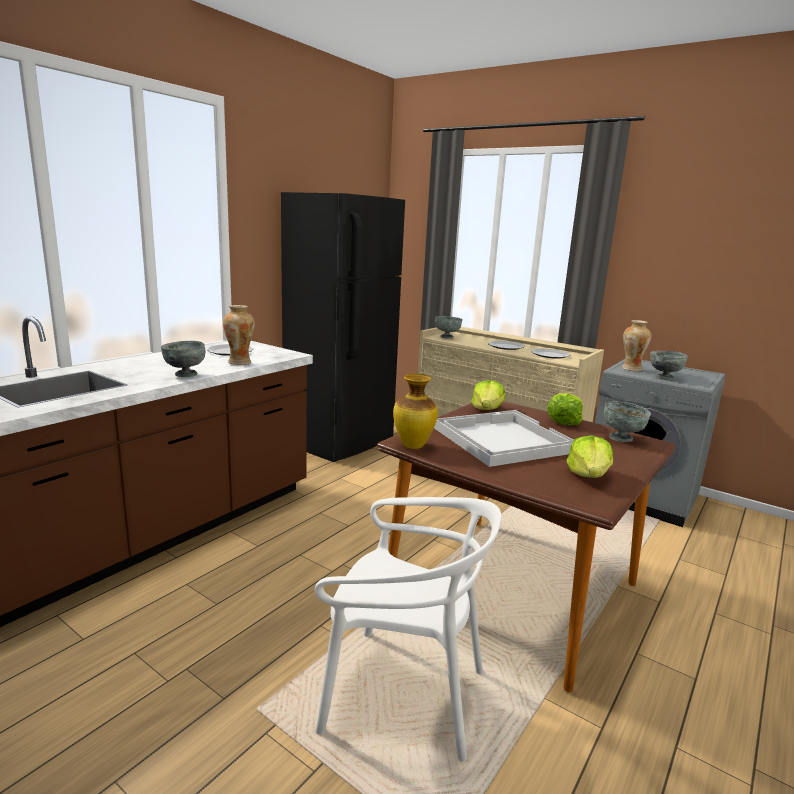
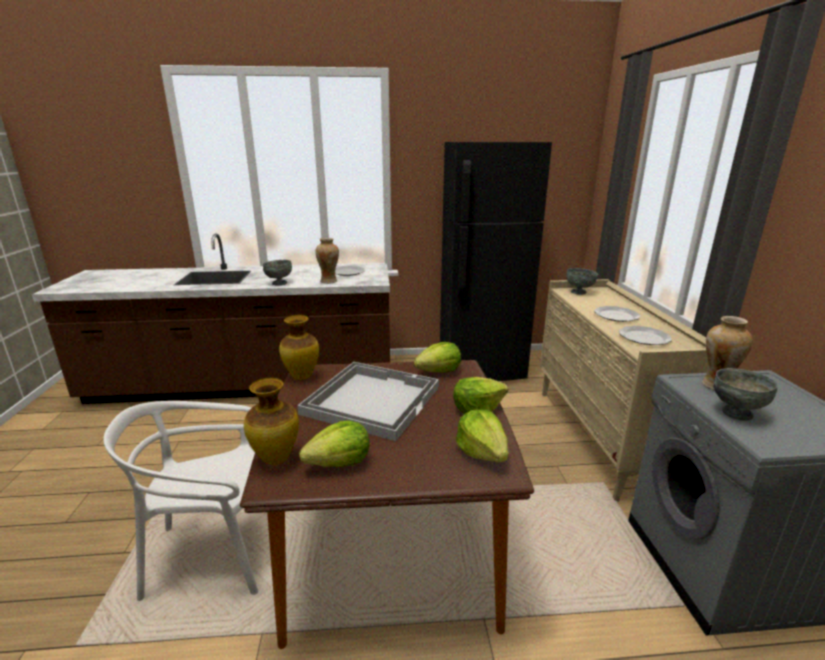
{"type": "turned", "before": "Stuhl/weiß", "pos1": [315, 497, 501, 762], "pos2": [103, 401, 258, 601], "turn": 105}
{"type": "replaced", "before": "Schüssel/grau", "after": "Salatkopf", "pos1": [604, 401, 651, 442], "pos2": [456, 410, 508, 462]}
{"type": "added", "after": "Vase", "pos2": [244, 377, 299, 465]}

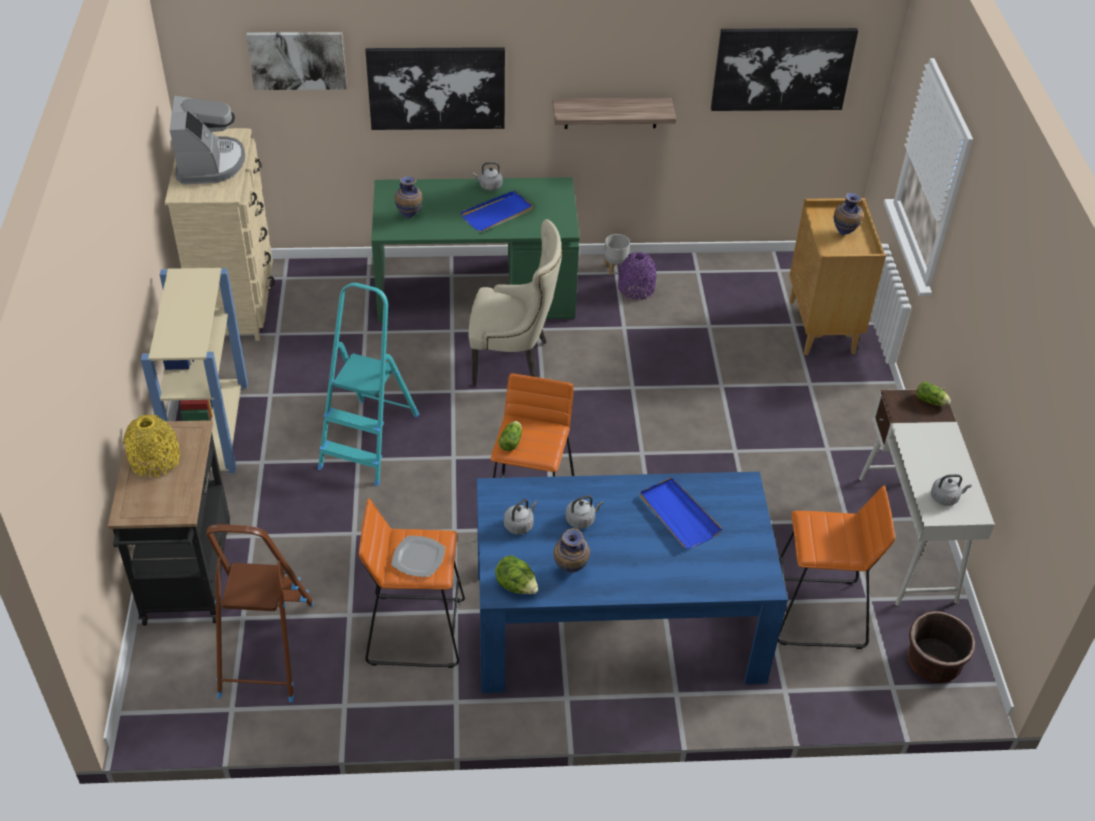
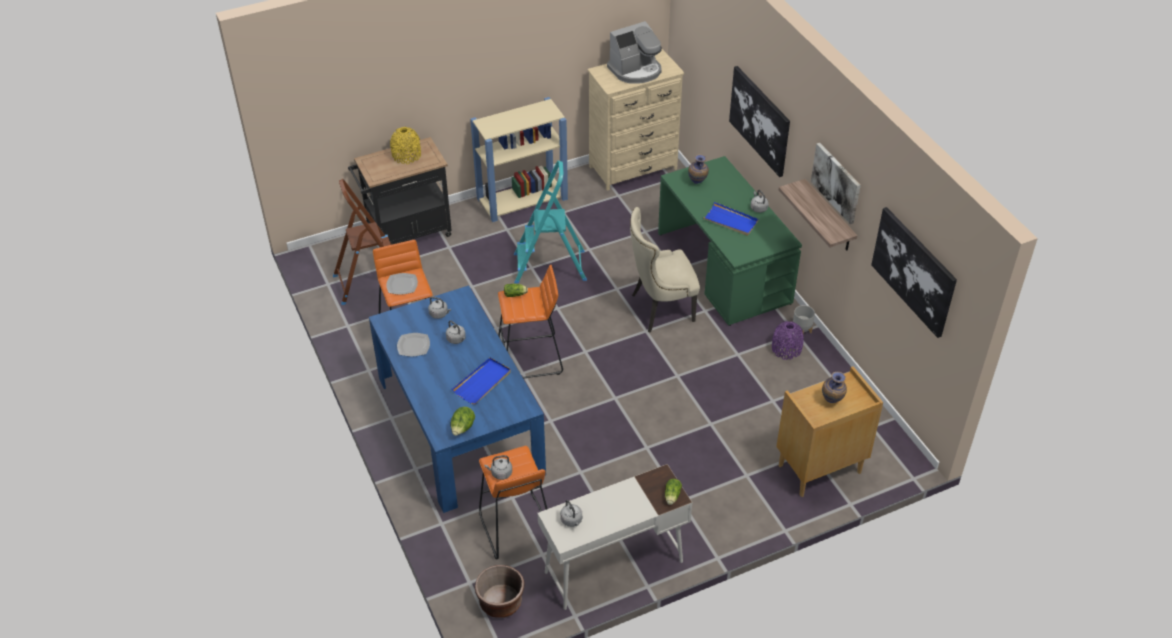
{"type": "moved", "before": "Bild", "pos1": [246, 32, 347, 90], "pos2": [811, 143, 861, 224]}
{"type": "turned", "before": "Stuhl/beige", "pos1": [469, 219, 562, 386], "pos2": [630, 207, 700, 332], "turn": 90}
{"type": "moved", "before": "Salatkopf", "pos1": [495, 555, 538, 594], "pos2": [451, 407, 475, 436]}
{"type": "replaced", "before": "Vase", "after": "Teller", "pos1": [554, 528, 590, 573], "pos2": [397, 333, 430, 357]}
{"type": "added", "after": "Wasserkessel/grau", "pos2": [484, 455, 512, 480]}

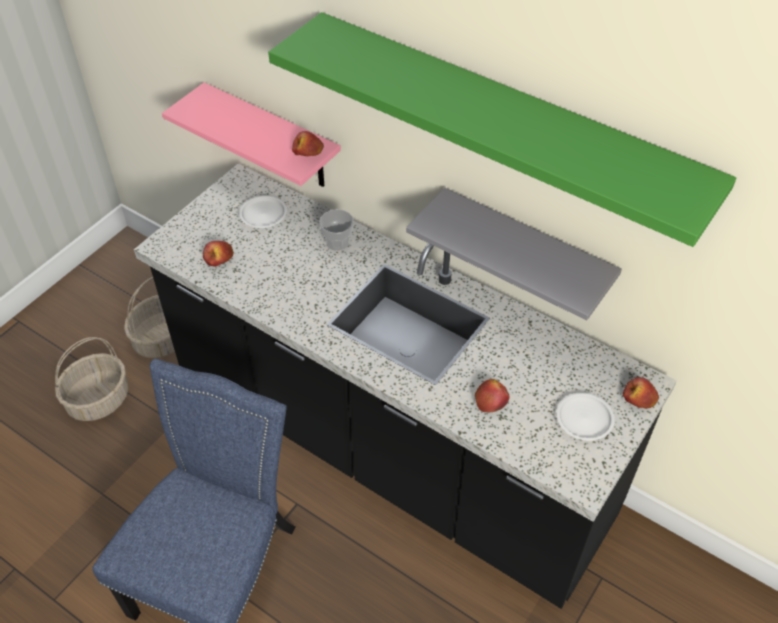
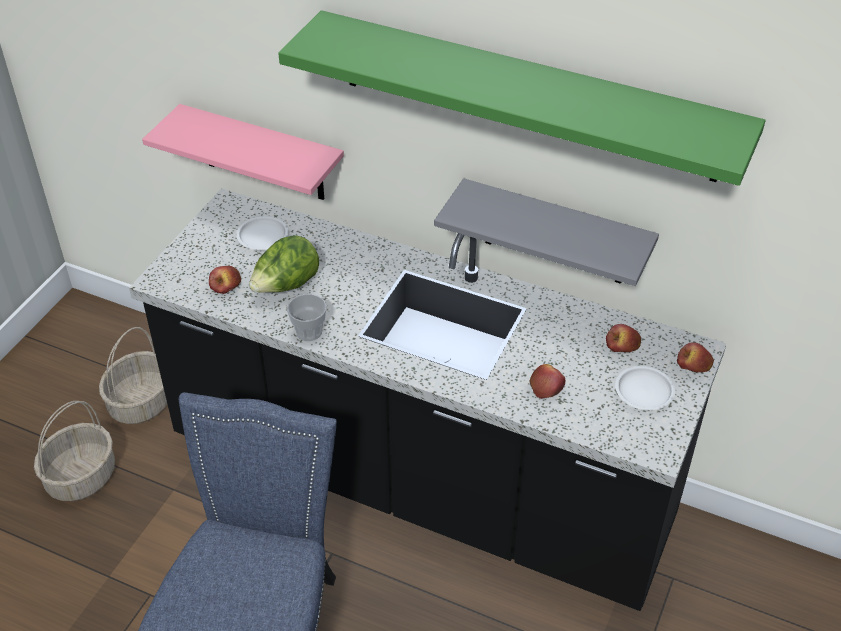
{"type": "moved", "before": "Apfel", "pos1": [292, 131, 324, 156], "pos2": [606, 324, 641, 352]}
{"type": "moved", "before": "Tasse", "pos1": [319, 209, 354, 251], "pos2": [287, 294, 327, 341]}
{"type": "added", "after": "Salatkopf", "pos2": [249, 235, 319, 293]}

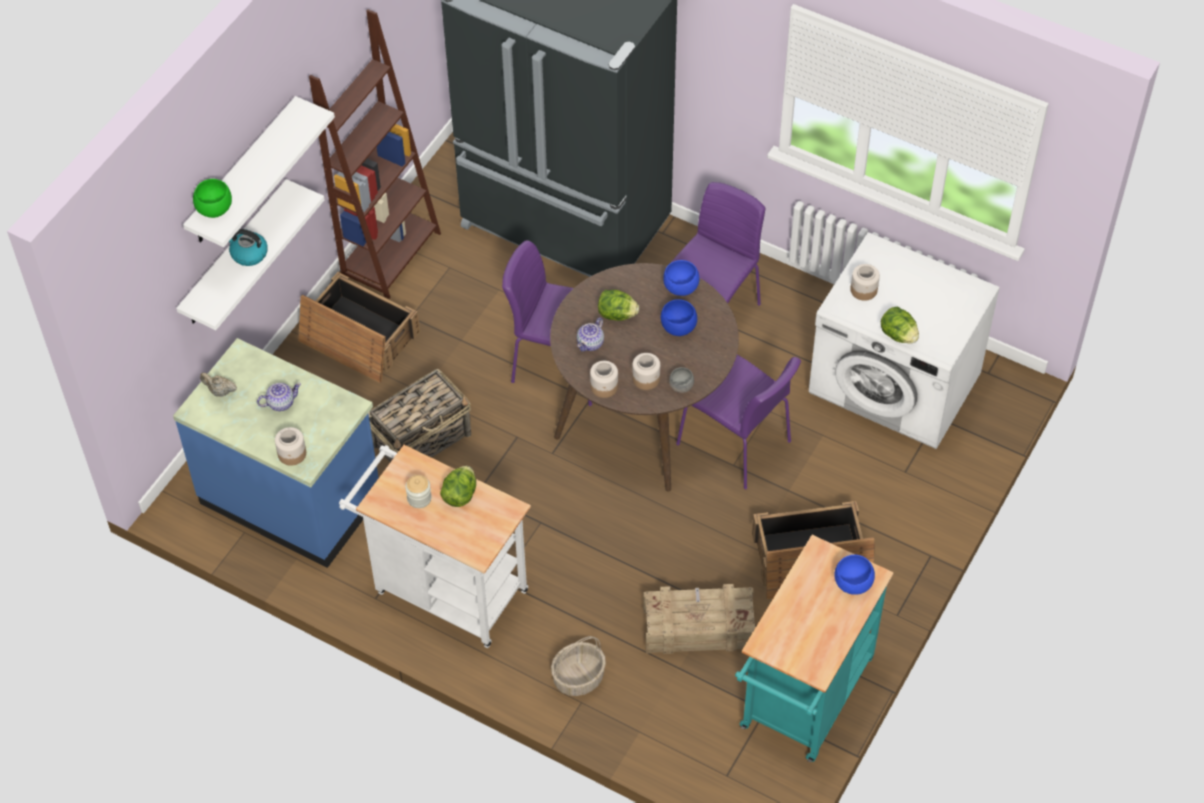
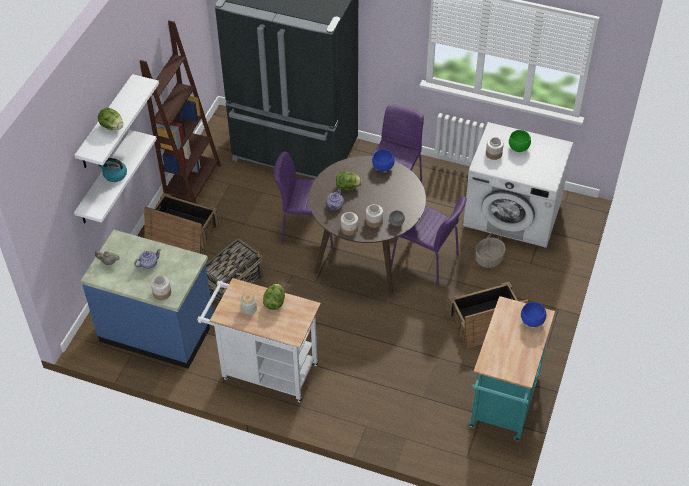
{"type": "moved", "before": "Schüssel/grün", "pos1": [193, 179, 232, 218], "pos2": [509, 130, 531, 152]}
{"type": "moved", "before": "Korb", "pos1": [551, 636, 606, 696], "pos2": [475, 229, 506, 268]}
{"type": "removed", "before": "Kiste", "pos1": [643, 584, 755, 654]}
{"type": "removed", "before": "Schüssel/blau", "pos1": [661, 299, 697, 336]}
{"type": "moved", "before": "Salatkopf", "pos1": [881, 307, 919, 344], "pos2": [98, 107, 123, 130]}

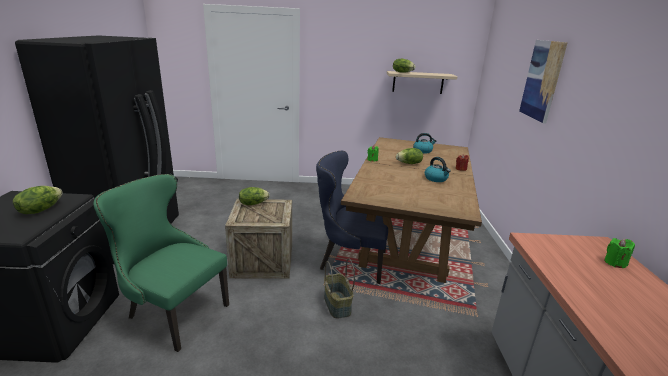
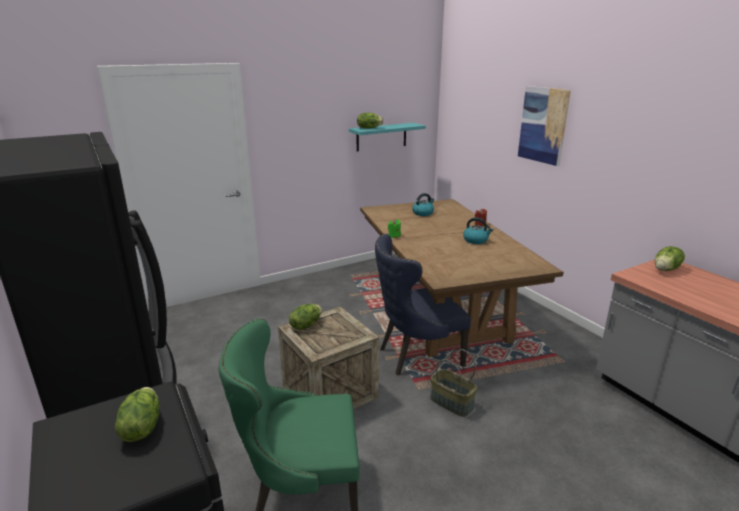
{"type": "recoloured", "before": "Wandregal/beige", "after": "Wandregal/türkis", "pos1": [387, 71, 457, 94], "pos2": [349, 123, 426, 151]}
{"type": "moved", "before": "Salatkopf", "pos1": [396, 148, 423, 164], "pos2": [655, 246, 685, 271]}
{"type": "removed", "before": "Kerze/grün", "pos1": [604, 238, 635, 268]}

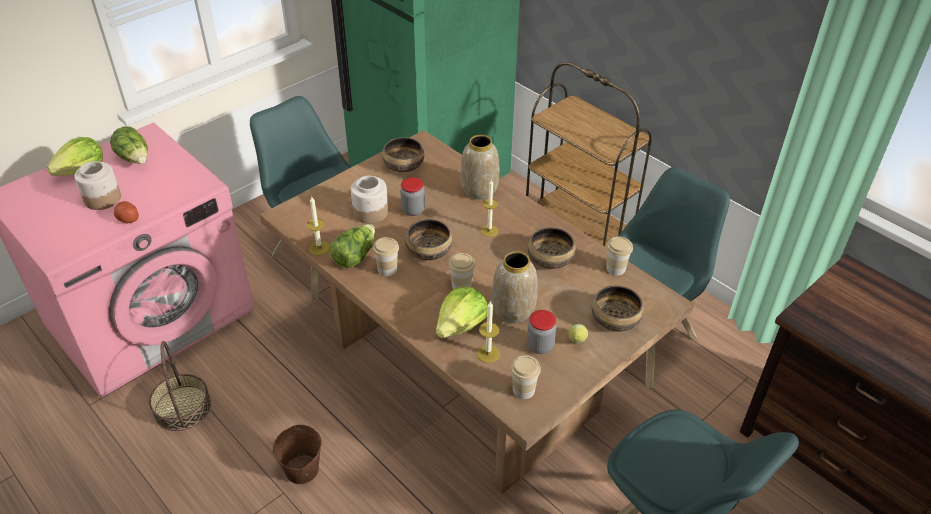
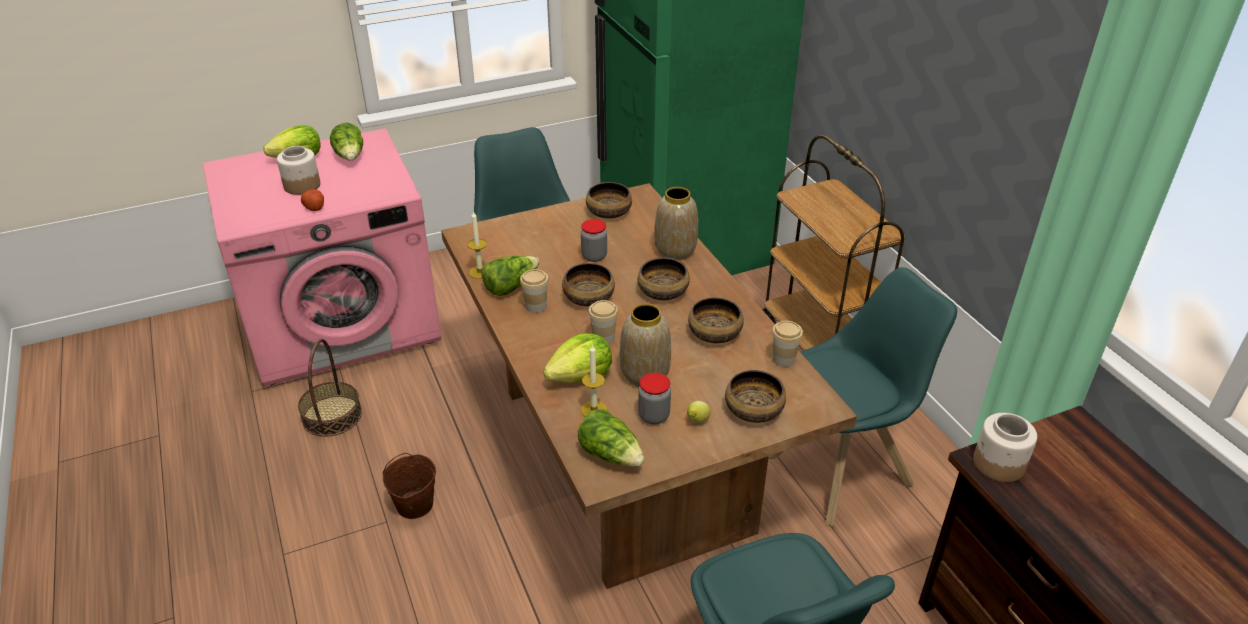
{"type": "moved", "before": "Vorratsglas", "pos1": [351, 176, 388, 224], "pos2": [973, 413, 1037, 482]}
{"type": "replaced", "before": "Kerze", "after": "Schüssel", "pos1": [481, 180, 498, 237], "pos2": [638, 258, 690, 300]}
{"type": "replaced", "before": "Tasse", "after": "Salatkopf", "pos1": [510, 355, 541, 399], "pos2": [578, 409, 644, 466]}

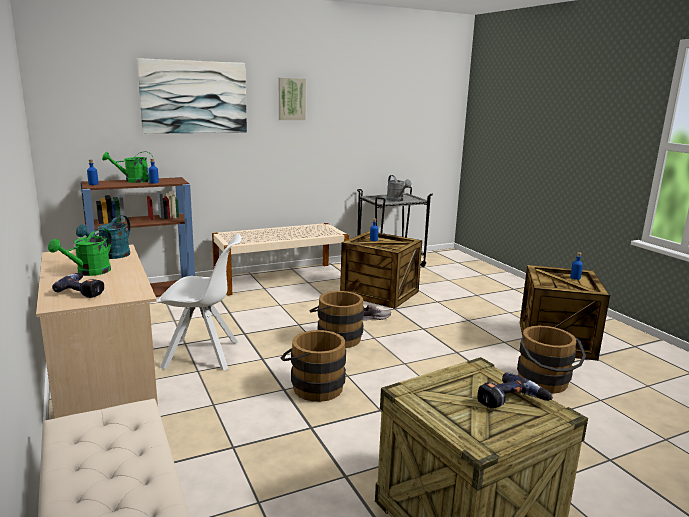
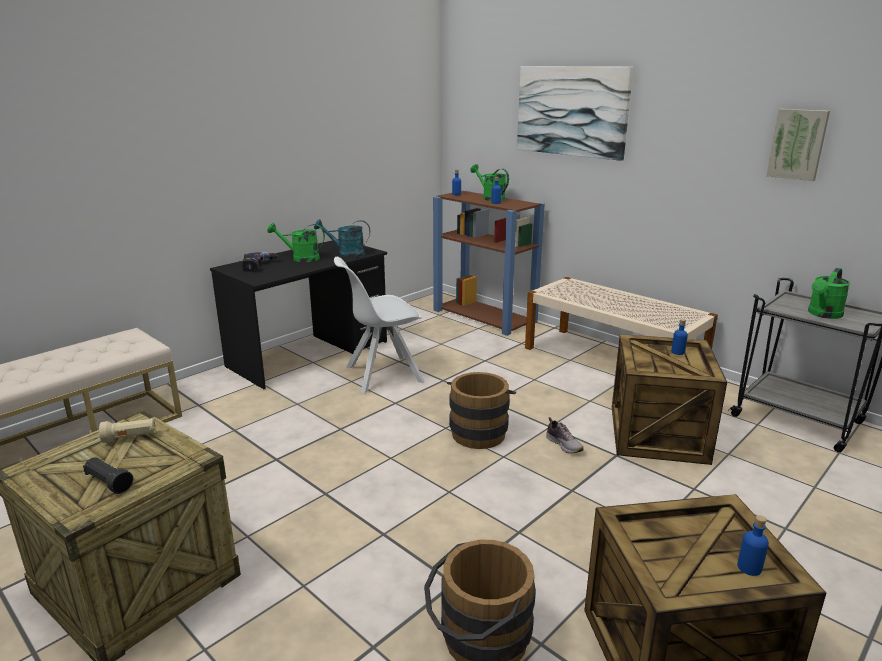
{"type": "recoloured", "before": "Schreibtisch/beige", "after": "Schreibtisch/schwarz", "pos1": [36, 244, 158, 419], "pos2": [210, 239, 387, 390]}
{"type": "turned", "before": "Stuhl/weiß", "pos1": [158, 234, 242, 370], "pos2": [334, 257, 425, 393], "turn": 90}
{"type": "moved", "before": "Bild", "pos1": [279, 78, 306, 120], "pos2": [766, 109, 830, 181]}
{"type": "removed", "before": "Eimer/braun", "pos1": [281, 330, 346, 402]}
{"type": "recoloured", "before": "Gießkanne/grau", "after": "Gießkanne/grün", "pos1": [387, 175, 411, 202], "pos2": [808, 268, 850, 319]}
{"type": "replaced", "before": "Bohrmaschine", "after": "Taschenlampe/schwarz", "pos1": [477, 372, 553, 409], "pos2": [83, 457, 133, 494]}
{"type": "added", "after": "Taschenlampe/beige", "pos2": [99, 418, 156, 443]}

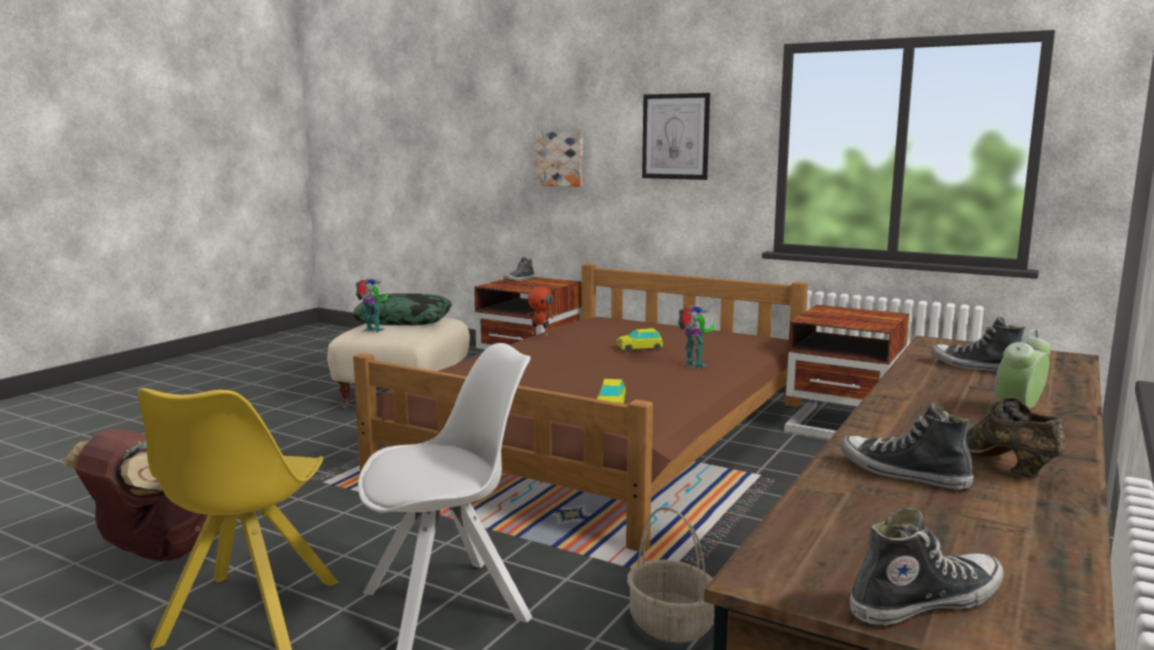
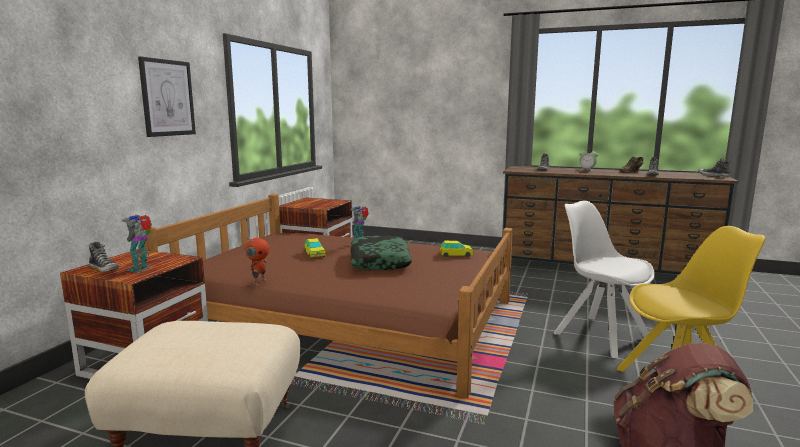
{"type": "moved", "before": "Kissen", "pos1": [352, 293, 452, 325], "pos2": [351, 236, 412, 270]}
{"type": "moved", "before": "Spielzeugroboter", "pos1": [356, 279, 388, 333], "pos2": [122, 215, 152, 273]}
{"type": "removed", "before": "Bild", "pos1": [535, 132, 583, 187]}
{"type": "removed", "before": "Korb", "pos1": [627, 507, 714, 643]}

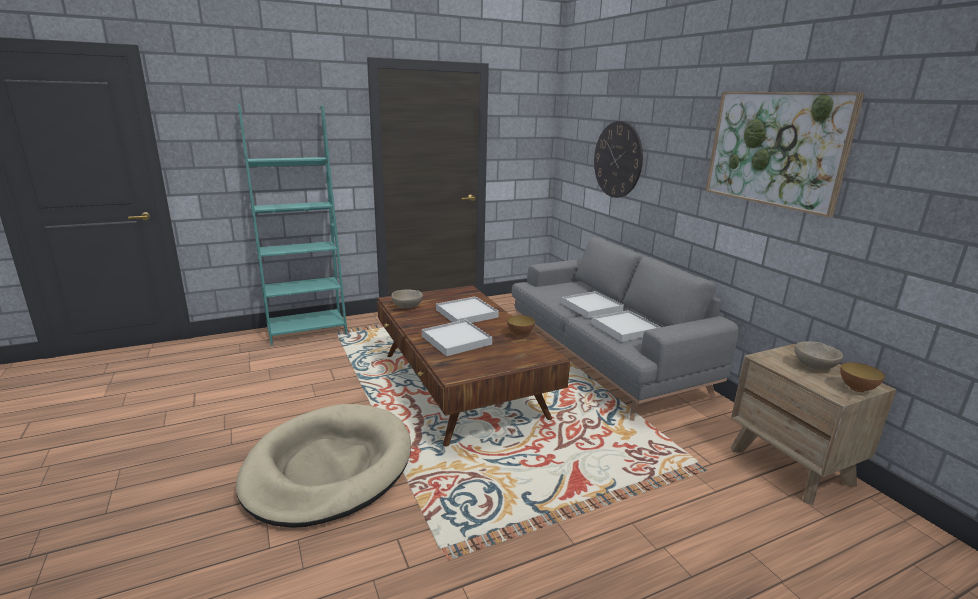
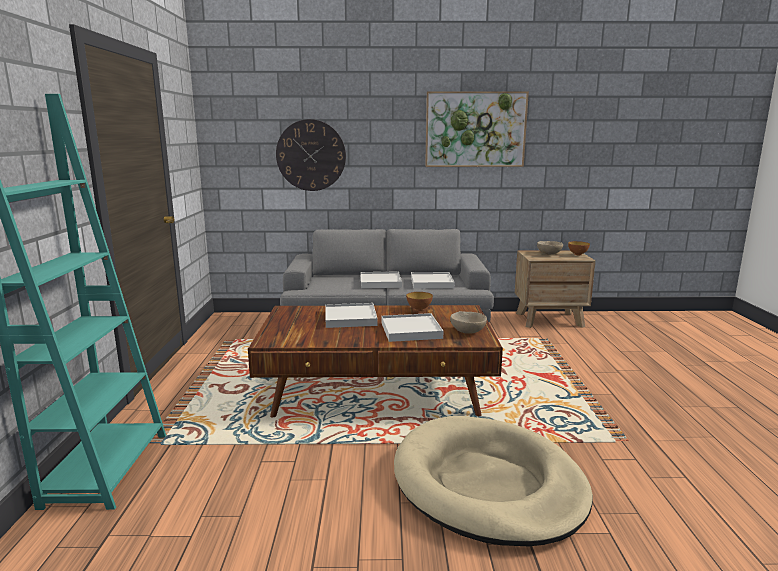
{"type": "moved", "before": "Schüssel/beige", "pos1": [391, 290, 423, 309], "pos2": [450, 311, 487, 334]}

